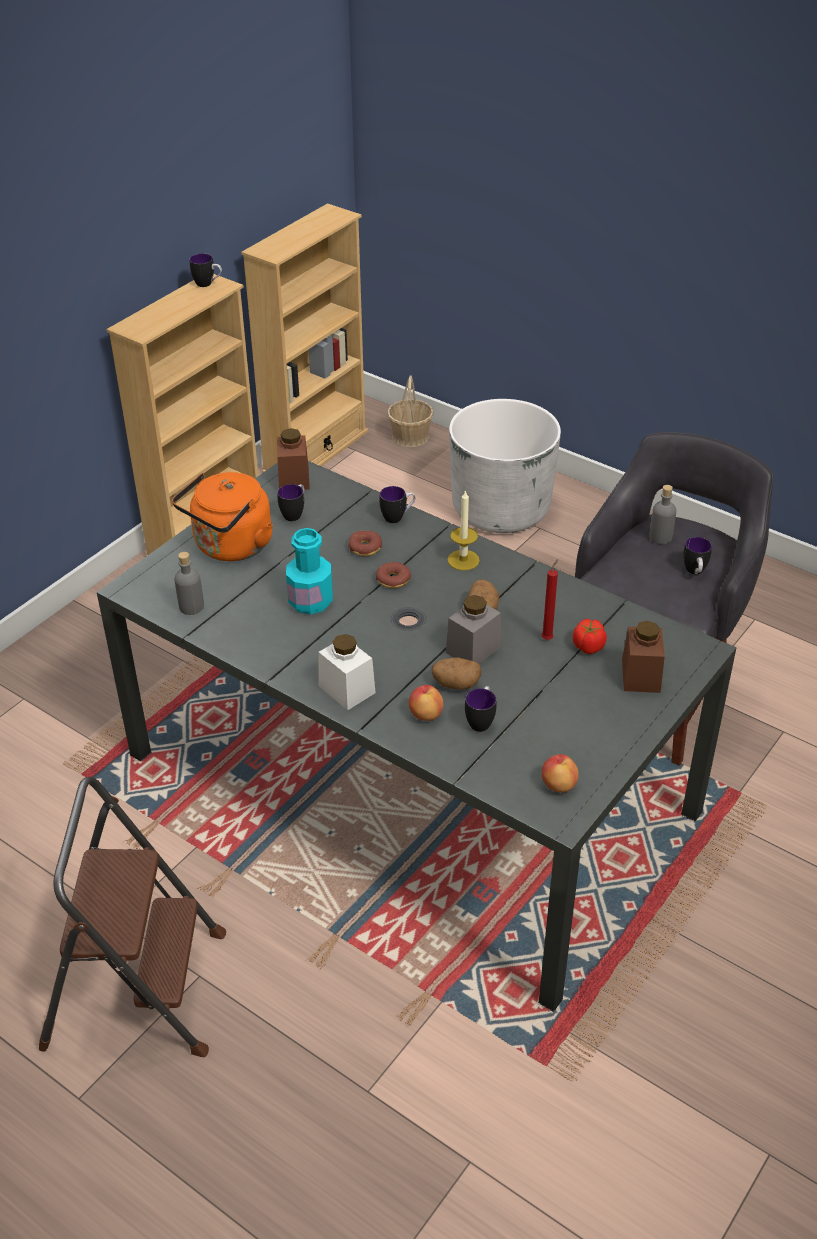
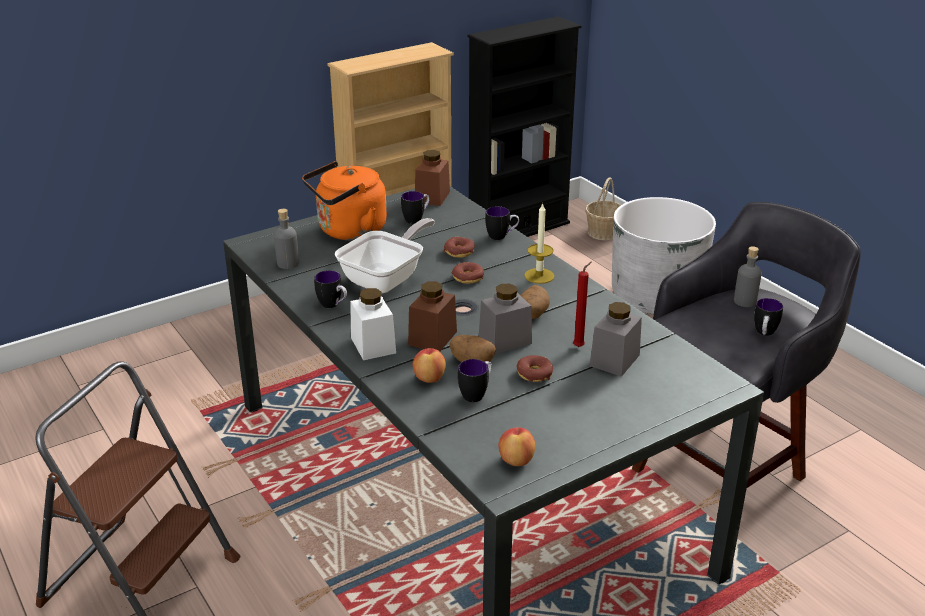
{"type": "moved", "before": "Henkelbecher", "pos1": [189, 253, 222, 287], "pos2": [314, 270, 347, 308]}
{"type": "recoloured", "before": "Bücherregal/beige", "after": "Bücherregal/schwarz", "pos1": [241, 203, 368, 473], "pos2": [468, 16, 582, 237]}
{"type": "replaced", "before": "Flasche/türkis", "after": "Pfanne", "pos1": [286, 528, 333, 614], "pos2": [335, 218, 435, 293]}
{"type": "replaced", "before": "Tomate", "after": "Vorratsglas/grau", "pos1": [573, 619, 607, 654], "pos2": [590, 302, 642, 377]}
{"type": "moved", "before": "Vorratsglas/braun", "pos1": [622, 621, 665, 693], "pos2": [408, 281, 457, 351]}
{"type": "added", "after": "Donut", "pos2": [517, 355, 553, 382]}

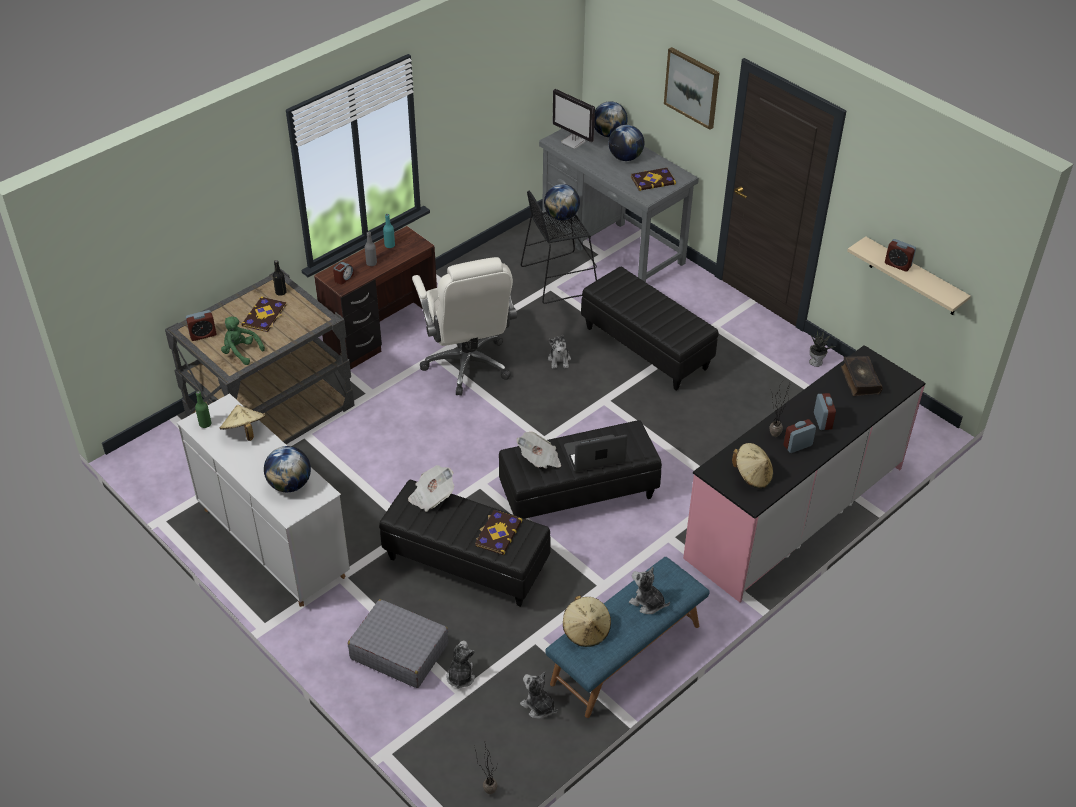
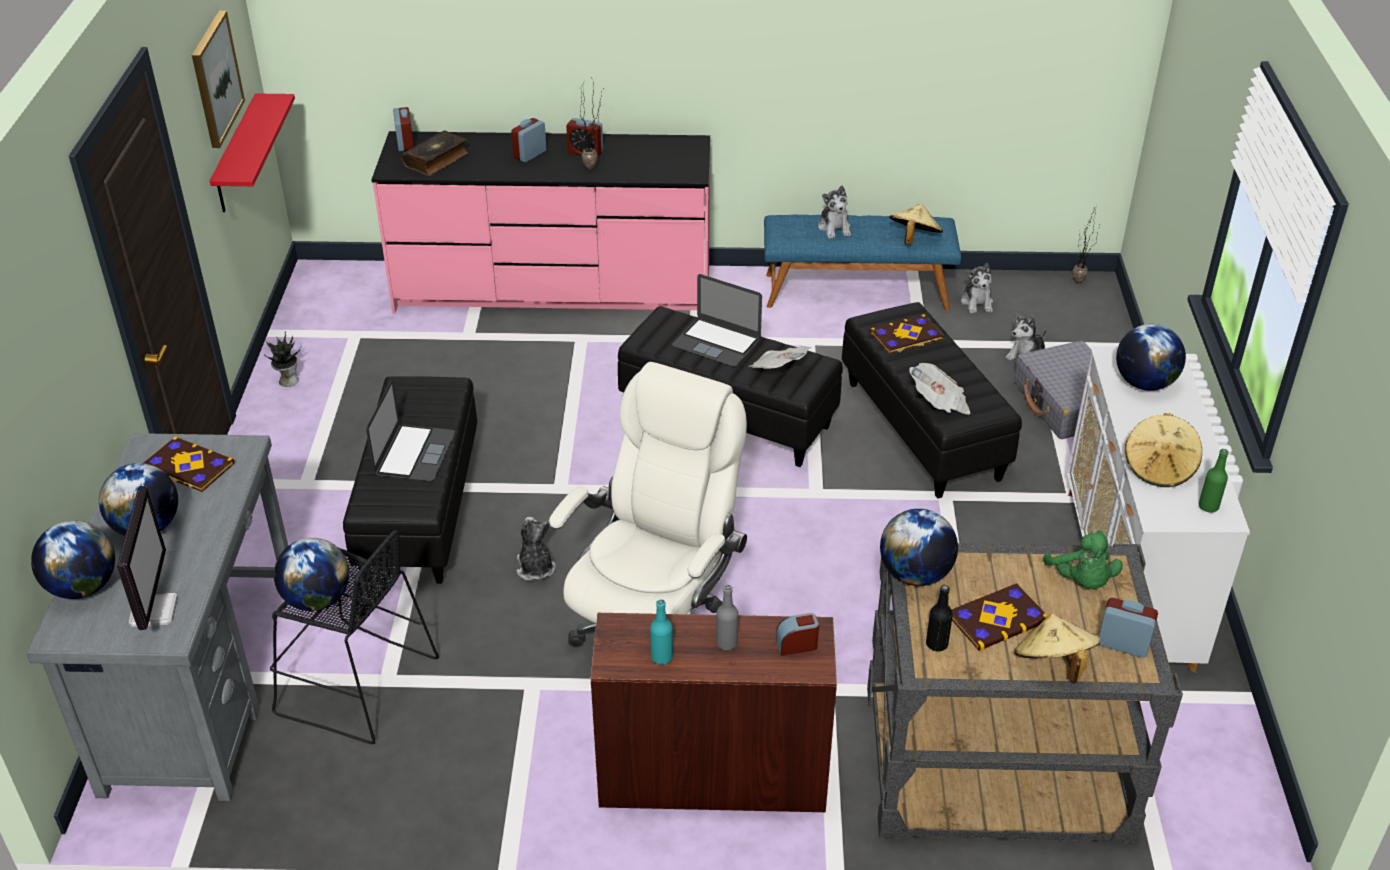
{"type": "turned", "before": "Plüschtier", "pos1": [548, 335, 571, 369], "pos2": [517, 517, 556, 581], "turn": -60}
{"type": "moved", "before": "Bild", "pos1": [664, 47, 720, 130], "pos2": [192, 11, 245, 148]}
{"type": "moved", "before": "Hut/beige", "pos1": [732, 443, 773, 488], "pos2": [1014, 614, 1100, 683]}
{"type": "recoloured", "before": "Wandregal/beige", "after": "Wandregal/rot", "pos1": [847, 236, 971, 315], "pos2": [210, 94, 295, 212]}
{"type": "moved", "before": "Wecker", "pos1": [885, 239, 916, 272], "pos2": [393, 107, 414, 151]}
{"type": "added", "after": "Laptop", "pos2": [366, 380, 455, 481]}
{"type": "added", "after": "Globus", "pos2": [880, 509, 958, 586]}

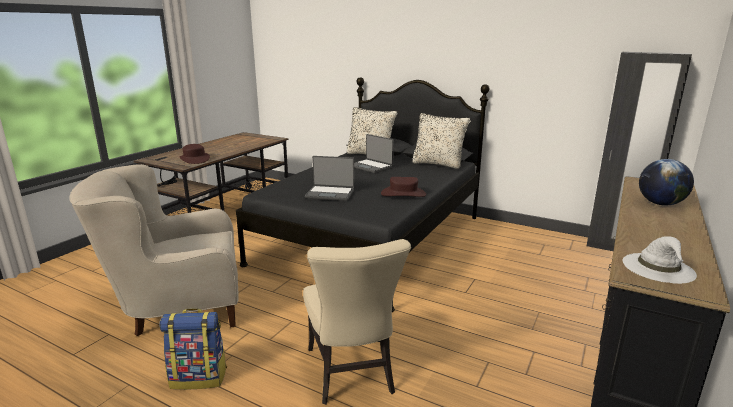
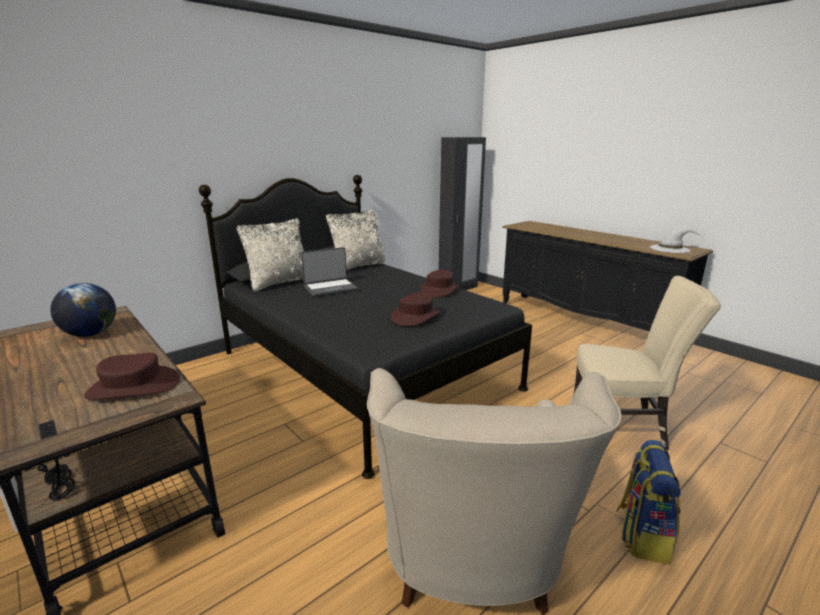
{"type": "replaced", "before": "Laptop", "after": "Hut/braun", "pos1": [305, 156, 354, 201], "pos2": [391, 292, 441, 326]}
{"type": "moved", "before": "Globus", "pos1": [639, 159, 694, 206], "pos2": [50, 283, 116, 337]}

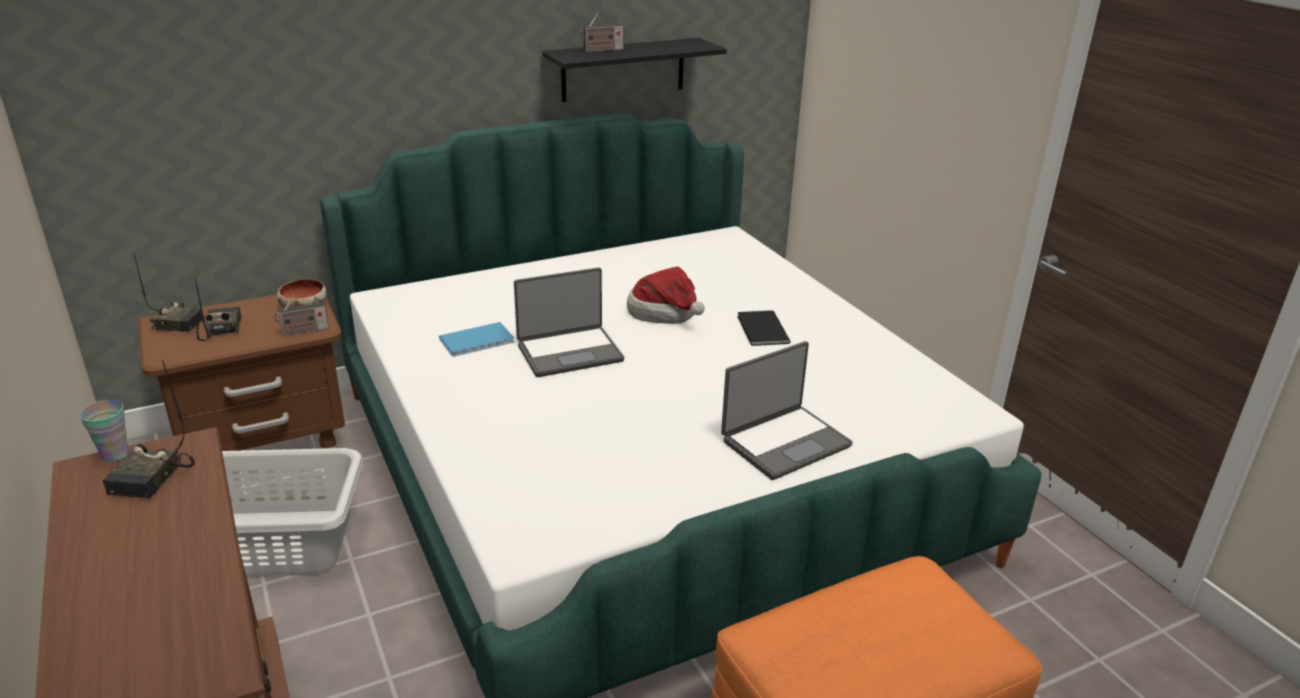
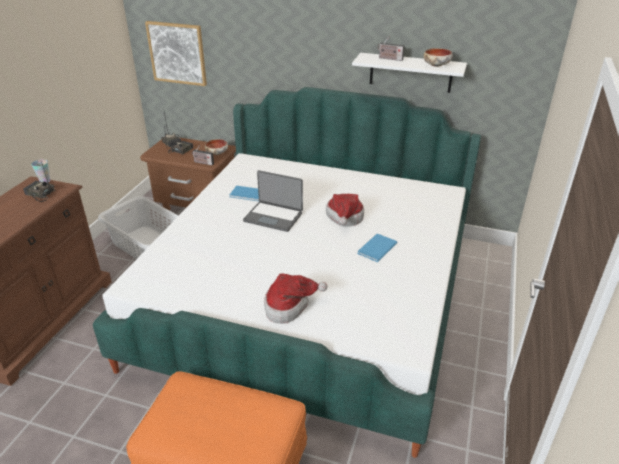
{"type": "turned", "before": "Radio", "pos1": [102, 360, 195, 498], "pos2": [23, 161, 56, 202], "turn": 60}
{"type": "recoloured", "before": "Wandregal/schwarz", "after": "Wandregal/weiß", "pos1": [542, 38, 727, 102], "pos2": [352, 53, 467, 93]}
{"type": "replaced", "before": "Laptop", "after": "Hut", "pos1": [721, 341, 853, 480], "pos2": [264, 274, 327, 324]}
{"type": "recoloured", "before": "Buch/schwarz", "after": "Buch/blau", "pos1": [737, 310, 791, 346], "pos2": [357, 234, 398, 262]}
{"type": "added", "after": "Bild", "pos2": [145, 21, 207, 86]}
{"type": "added", "after": "Schüssel", "pos2": [423, 48, 453, 67]}

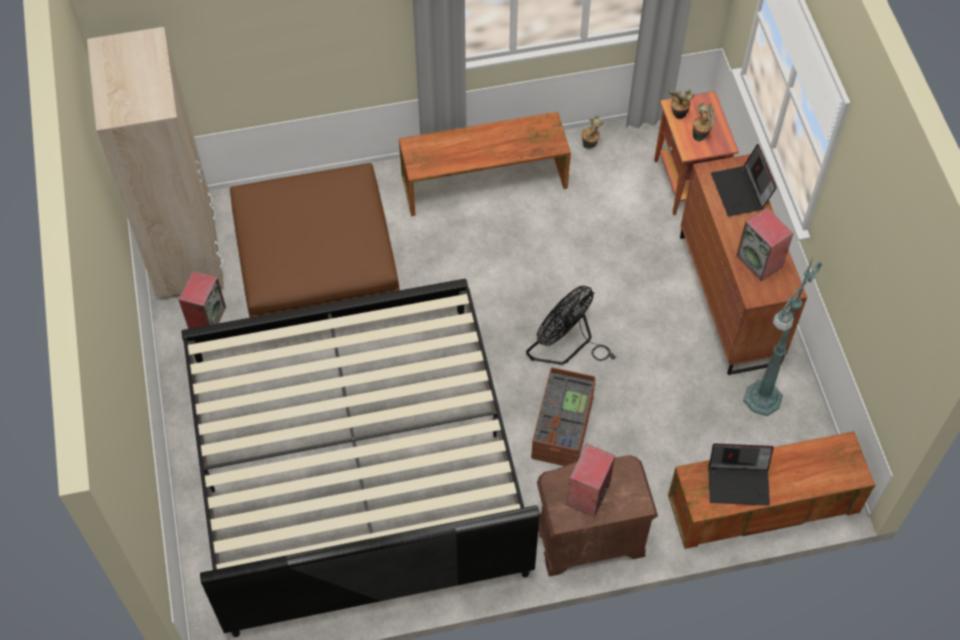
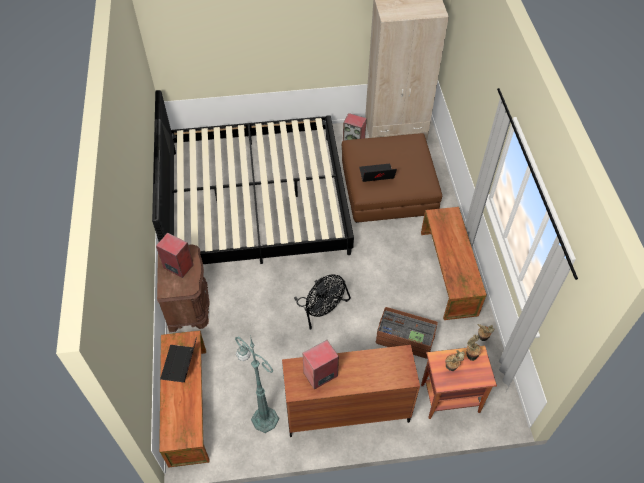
{"type": "turned", "before": "Ventilator/schwarz", "pos1": [526, 286, 616, 365], "pos2": [294, 274, 351, 330], "turn": 90}
{"type": "moved", "before": "Aufbewahrungsbox/braun", "pos1": [531, 367, 596, 466], "pos2": [376, 307, 438, 359]}
{"type": "moved", "before": "Laptop", "pos1": [711, 144, 777, 216], "pos2": [359, 163, 397, 182]}

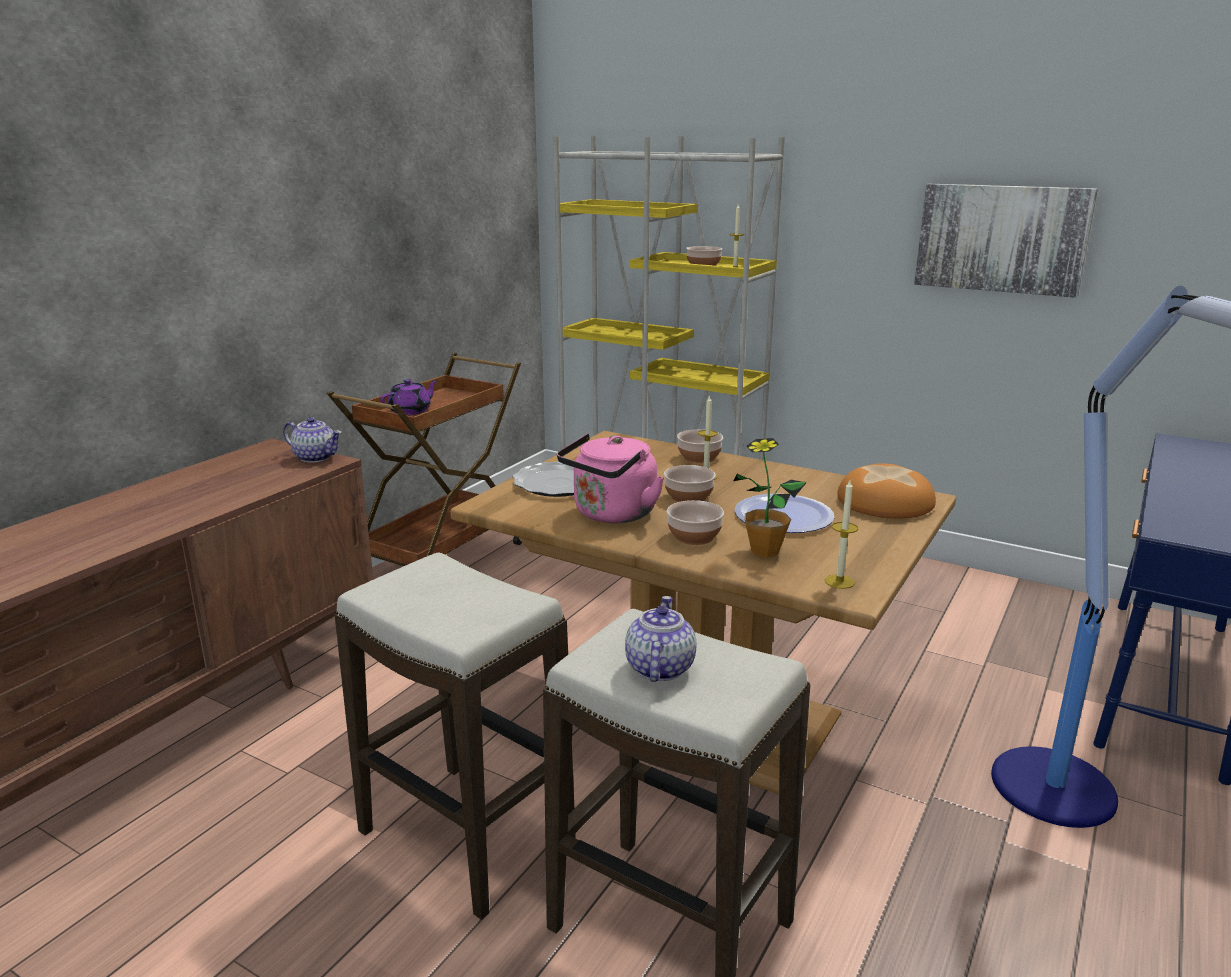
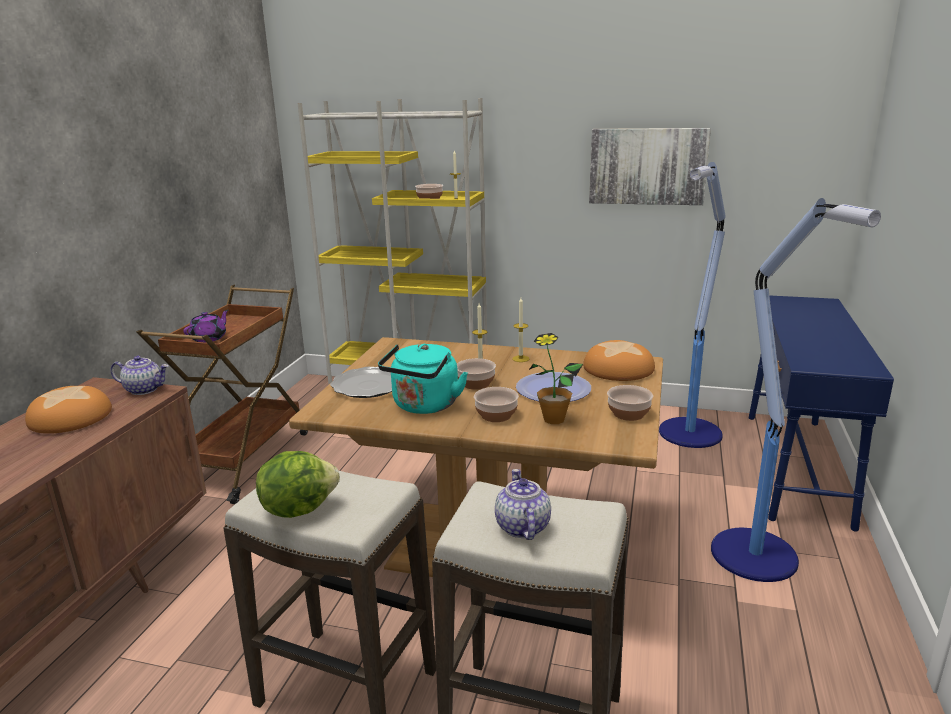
{"type": "recoloured", "before": "Wasserkessel/rosa", "after": "Wasserkessel/türkis", "pos1": [557, 433, 664, 523], "pos2": [378, 344, 468, 414]}
{"type": "moved", "before": "Schüssel", "pos1": [677, 429, 723, 463], "pos2": [607, 385, 653, 421]}
{"type": "moved", "before": "Kerze", "pos1": [825, 480, 858, 589], "pos2": [512, 298, 529, 362]}
{"type": "added", "after": "Brot", "pos2": [25, 386, 112, 434]}
{"type": "added", "after": "Salatkopf", "pos2": [256, 451, 340, 518]}
{"type": "added", "after": "Stehlampe", "pos2": [659, 162, 726, 448]}

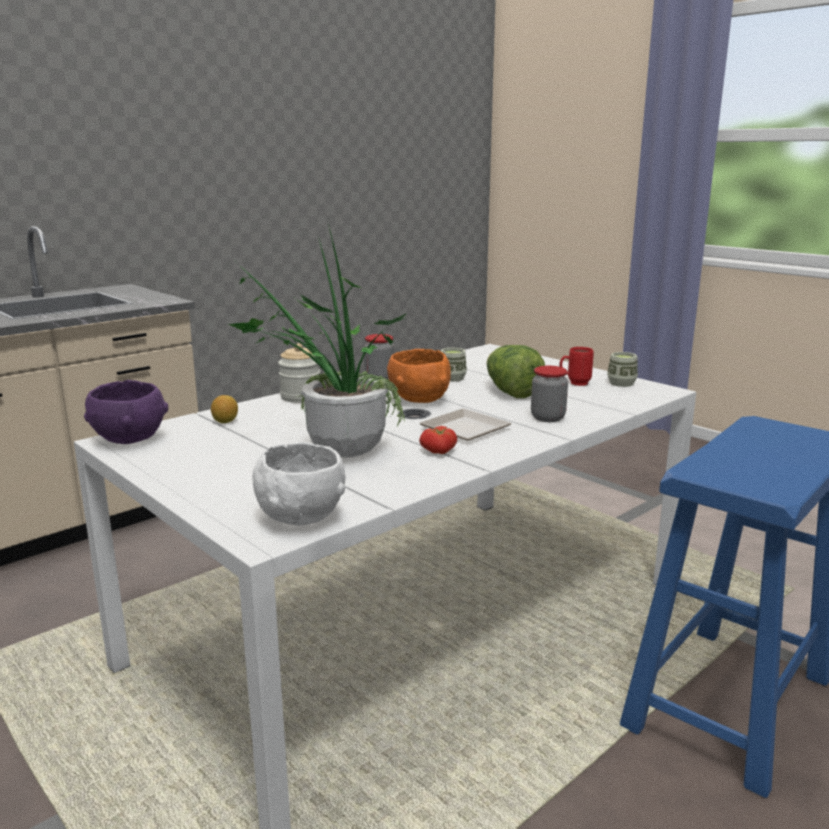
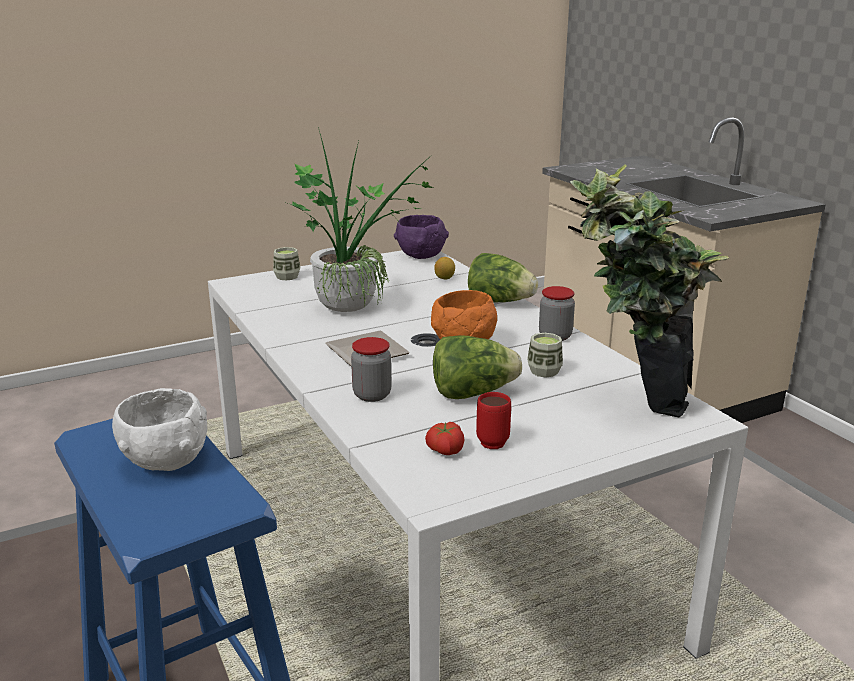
{"type": "moved", "before": "Schüssel/weiß", "pos1": [253, 442, 346, 526], "pos2": [112, 388, 207, 471]}
{"type": "replaced", "before": "Vorratsglas", "after": "Salatkopf", "pos1": [278, 343, 320, 403], "pos2": [468, 253, 538, 302]}
{"type": "moved", "before": "Tomate", "pos1": [419, 426, 457, 454], "pos2": [425, 422, 464, 455]}
{"type": "moved", "before": "Tasse", "pos1": [607, 352, 638, 387], "pos2": [273, 247, 300, 281]}
{"type": "added", "after": "Topfpflanze", "pos2": [570, 164, 729, 417]}

